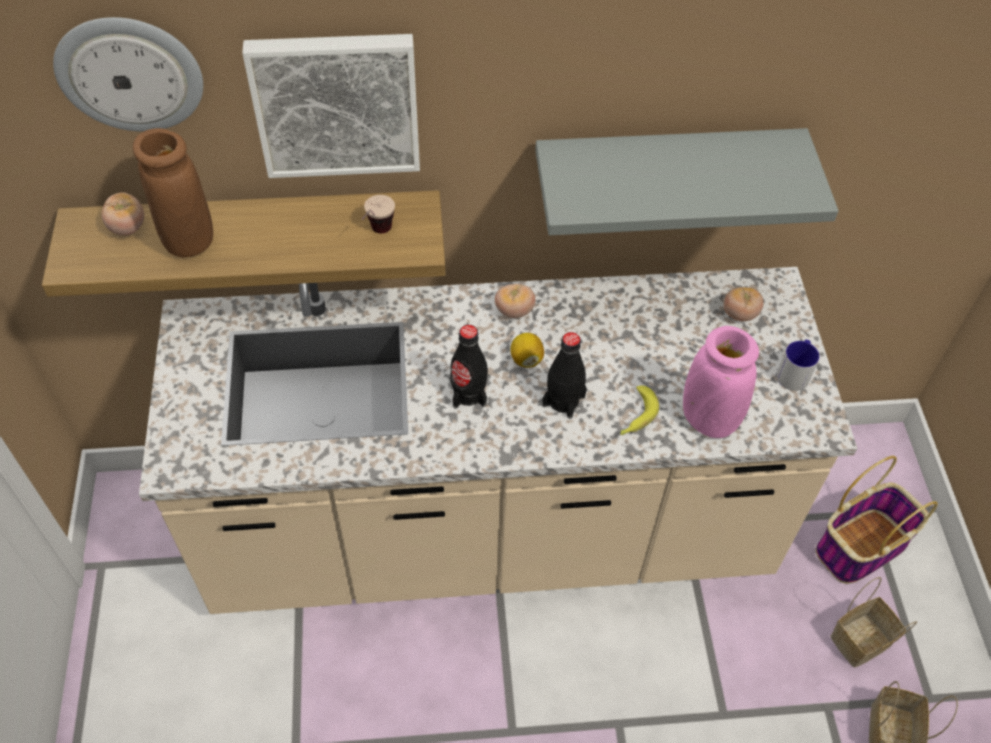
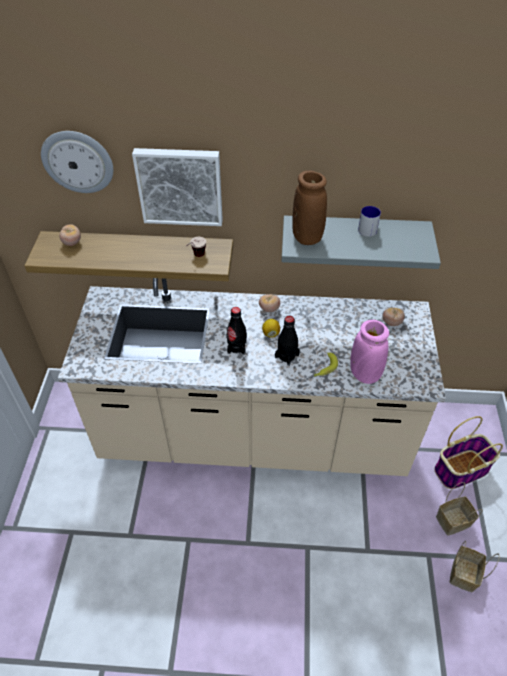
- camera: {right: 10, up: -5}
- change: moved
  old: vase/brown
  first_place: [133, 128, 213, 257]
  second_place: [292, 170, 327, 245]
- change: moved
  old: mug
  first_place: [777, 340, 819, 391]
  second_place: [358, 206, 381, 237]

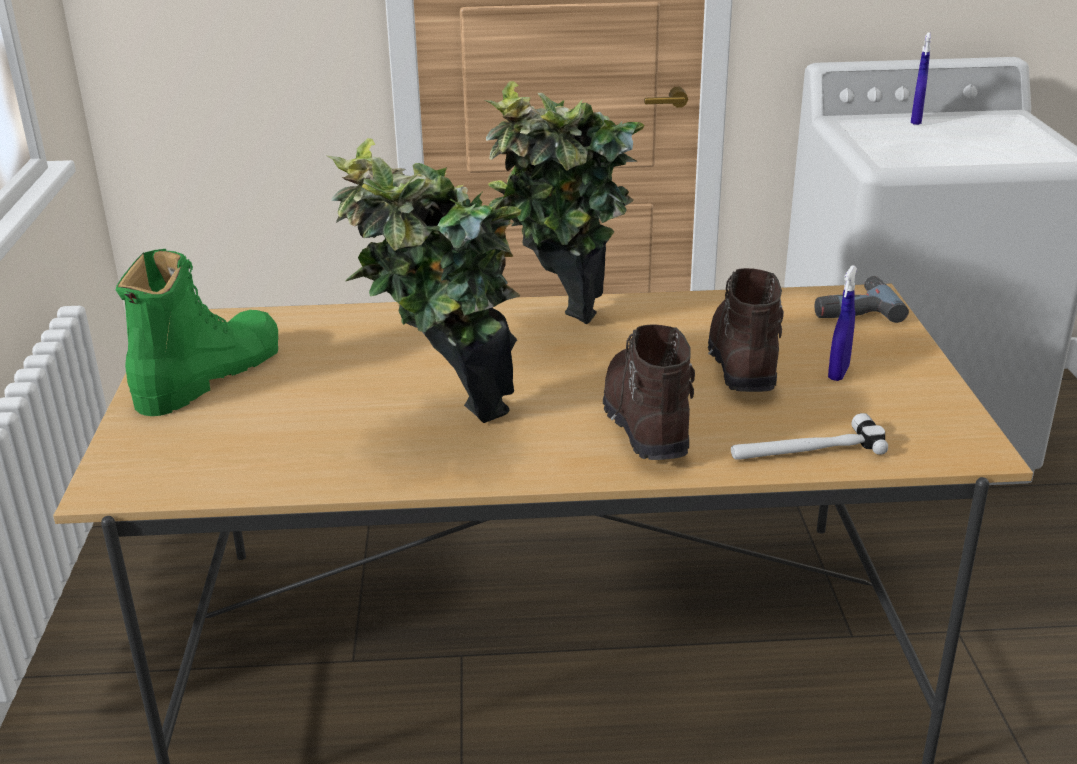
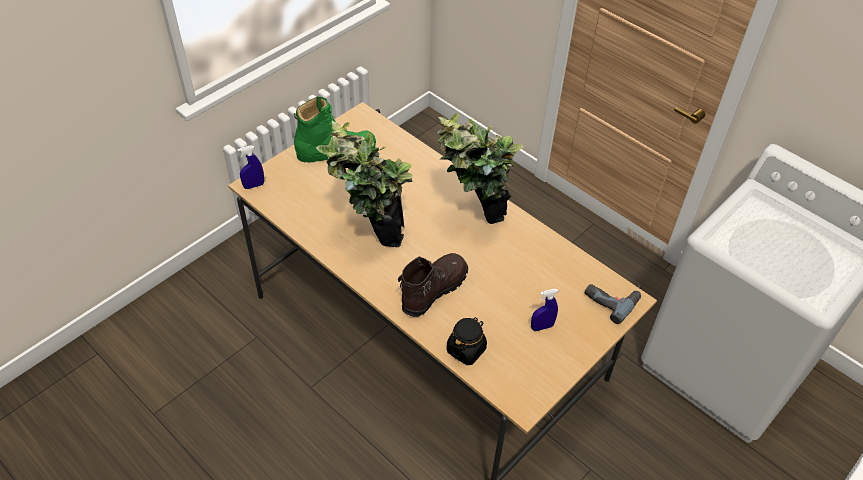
- camera: {right: 45, up: 20}
- change: removed
  old: boot/brown
  first_place: [708, 268, 784, 392]
- change: replaced
  old: hammer
  new: jar/black
  first_place: [731, 413, 888, 460]
  second_place: [447, 317, 487, 365]
- change: moved
  old: spray bottle/blue
  first_place: [911, 32, 931, 125]
  second_place: [237, 145, 264, 189]

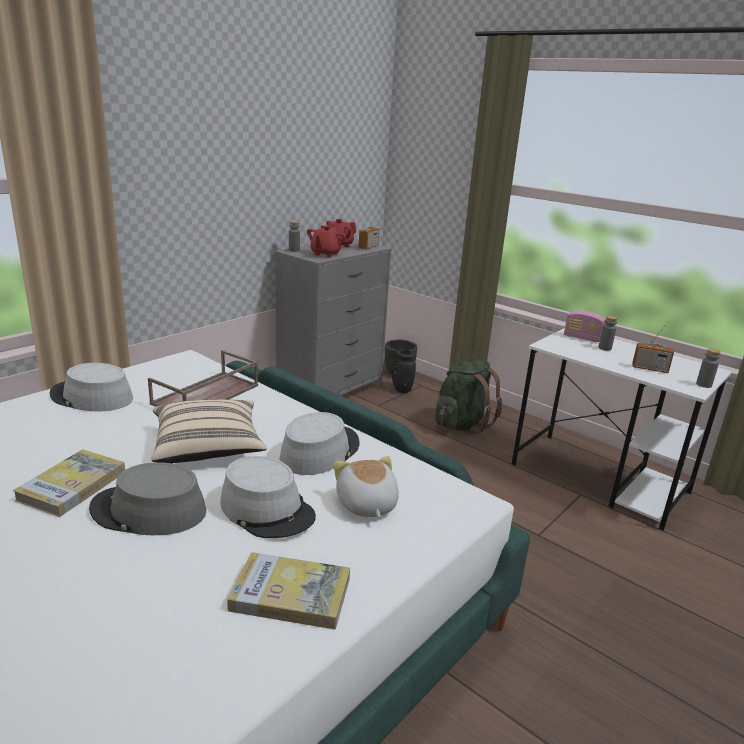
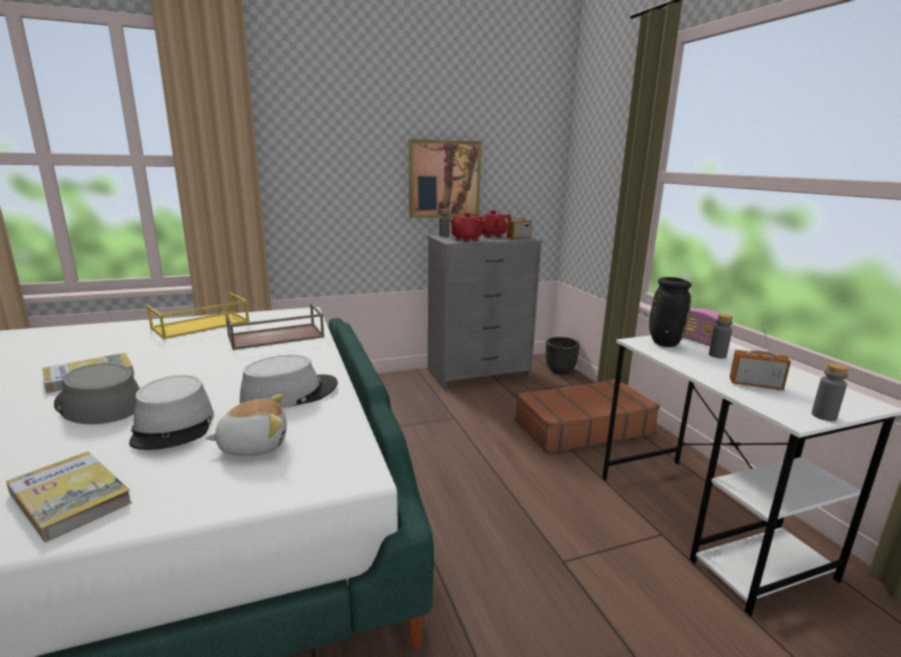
- camera: {right: 30, up: -5}
- change: replaced
  old: hat/grey
  new: tray/yellow
  first_place: [50, 363, 133, 411]
  second_place: [147, 293, 250, 339]
- change: removed
  old: pillow/beige
  first_place: [151, 399, 267, 463]
- change: turned
  old: plush toy
  first_place: [334, 456, 399, 518]
  second_place: [205, 394, 287, 456]
  degrees: 60
- change: moved
  old: vase/black
  first_place: [392, 349, 416, 393]
  second_place: [649, 277, 691, 347]
- change: replaced
  old: backpack/green
  new: suitcase/brown
  first_place: [435, 359, 502, 435]
  second_place: [515, 379, 660, 454]
- change: turned
  old: radio
  first_place: [632, 322, 674, 373]
  second_place: [730, 323, 791, 390]
  degrees: 150
- change: added
  new: picture
  second_place: [409, 139, 482, 218]

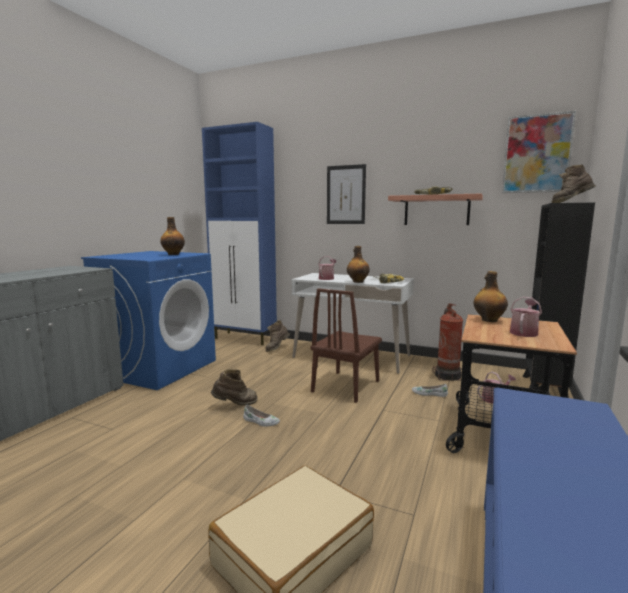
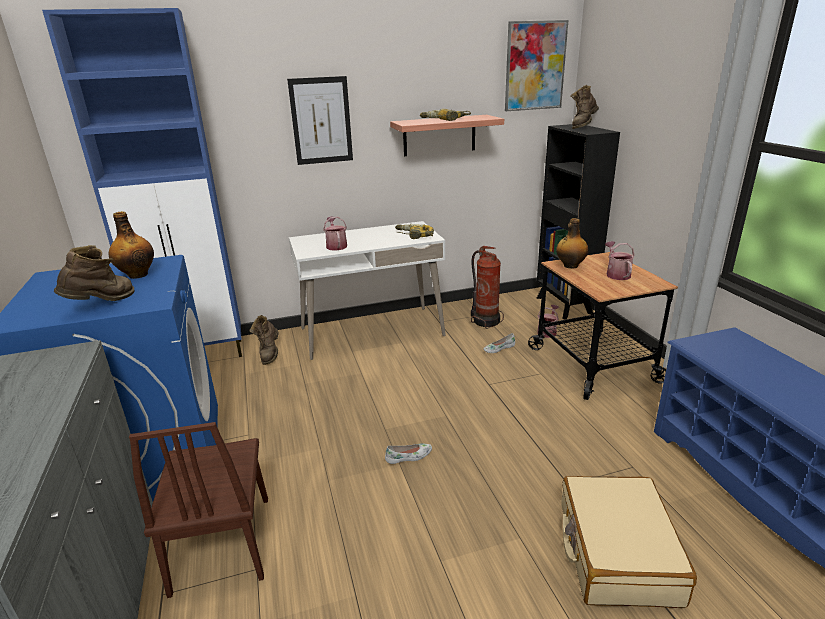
- camera: {right: -40, up: 15}
- change: moved
  old: boot/brown
  first_place: [211, 369, 258, 405]
  second_place: [54, 245, 134, 301]
- change: moved
  old: chair/brown
  first_place: [311, 288, 382, 403]
  second_place: [129, 422, 268, 598]
- change: removed
  old: bottle
  first_place: [347, 246, 370, 283]

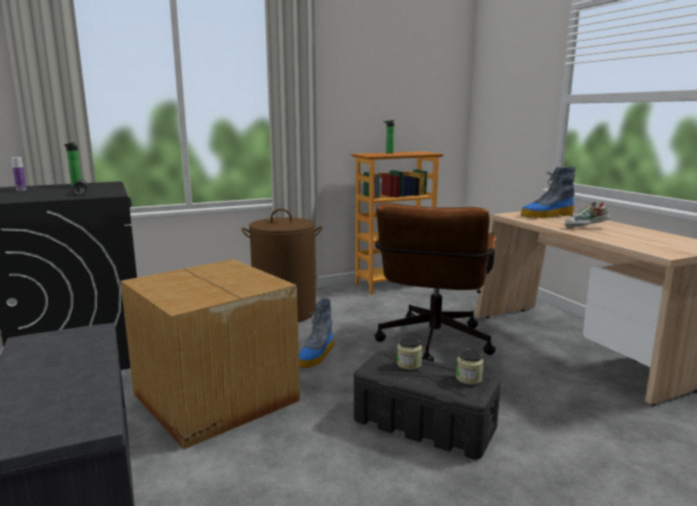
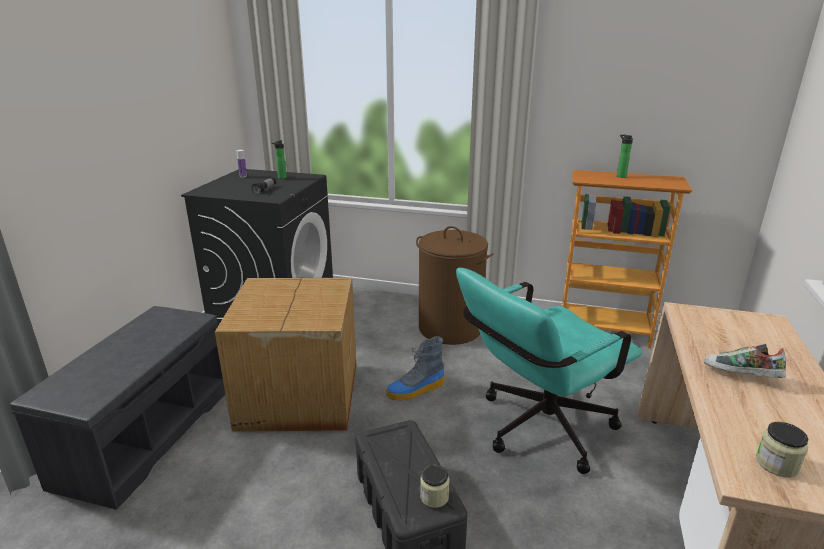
- camera: {right: 40, up: 10}
- change: recoloured
  old: office chair/brown
  new: office chair/turquoise
  first_place: [375, 203, 496, 362]
  second_place: [456, 268, 642, 474]
- change: moved
  old: jar
  first_place: [397, 336, 422, 370]
  second_place: [756, 422, 808, 477]
- change: removed
  old: boot
  first_place: [521, 167, 576, 218]

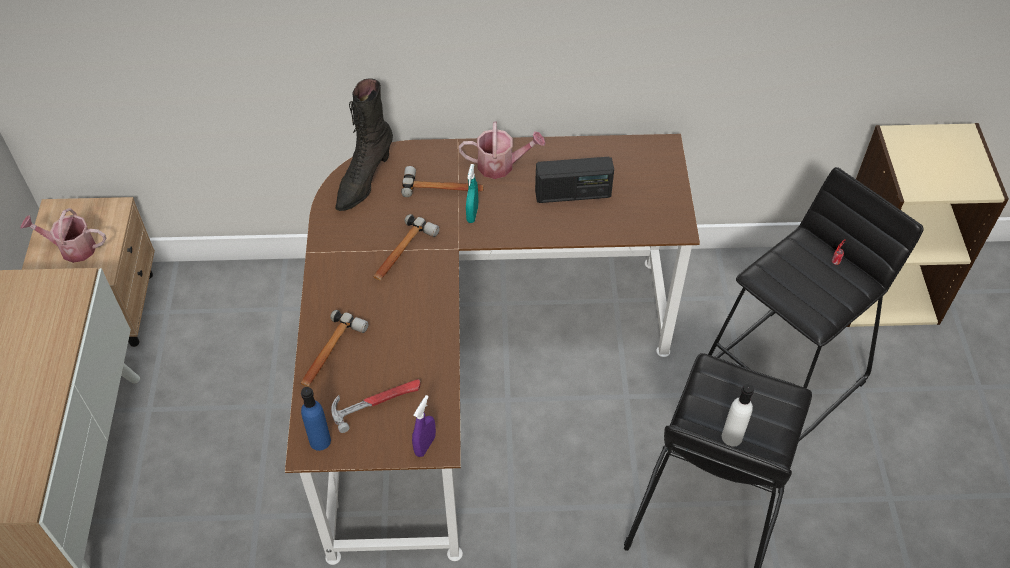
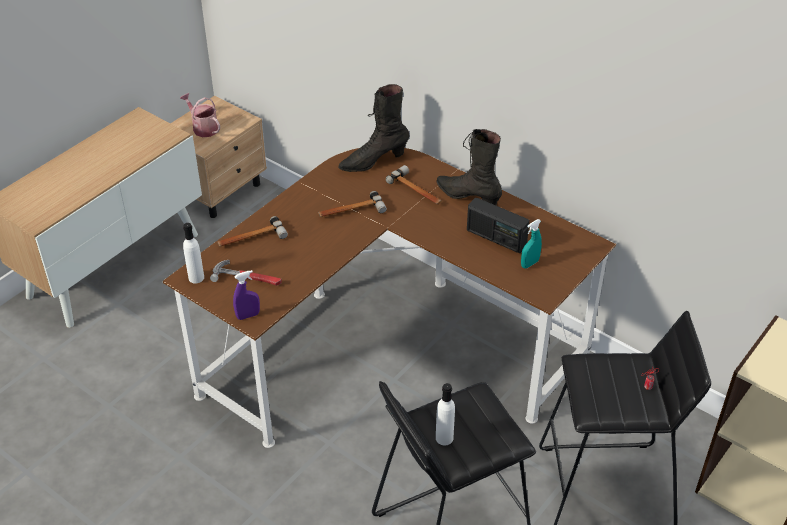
- camera: {right: 40, up: -10}
- change: recoloured
  old: bottle/blue
  new: bottle/white
  first_place: [301, 387, 331, 451]
  second_place: [183, 223, 204, 283]
- change: replaced
  old: watering can
  new: boot/black
  first_place: [459, 121, 545, 179]
  second_place: [437, 129, 502, 206]
- change: moved
  old: spray bottle/turquoise
  first_place: [466, 164, 478, 223]
  second_place: [521, 219, 542, 269]

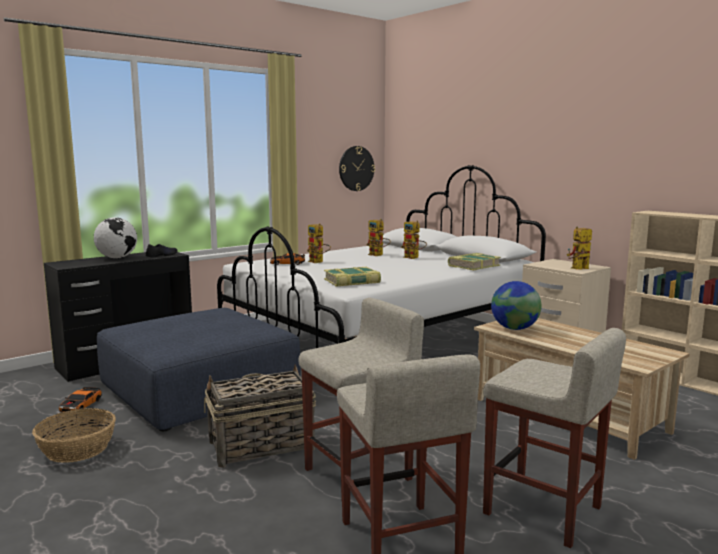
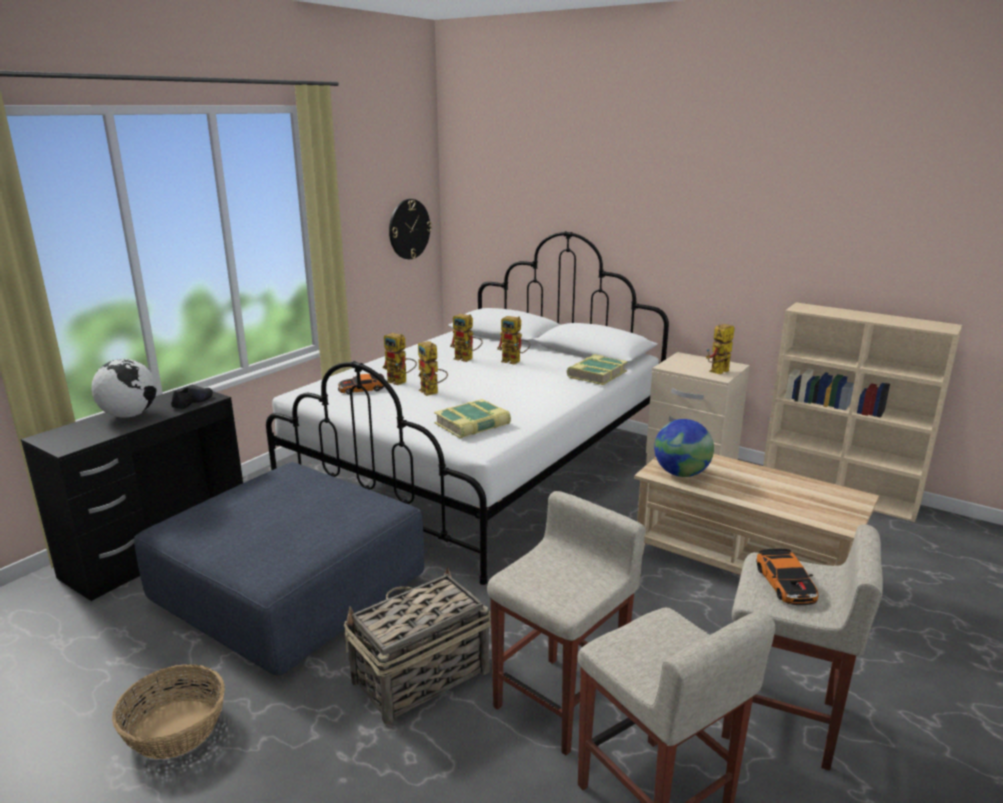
- camera: {right: -15, up: 10}
- change: moved
  old: toy car
  first_place: [59, 387, 102, 413]
  second_place: [756, 549, 819, 605]
- change: added
  new: toy robot
  second_place: [418, 341, 448, 396]

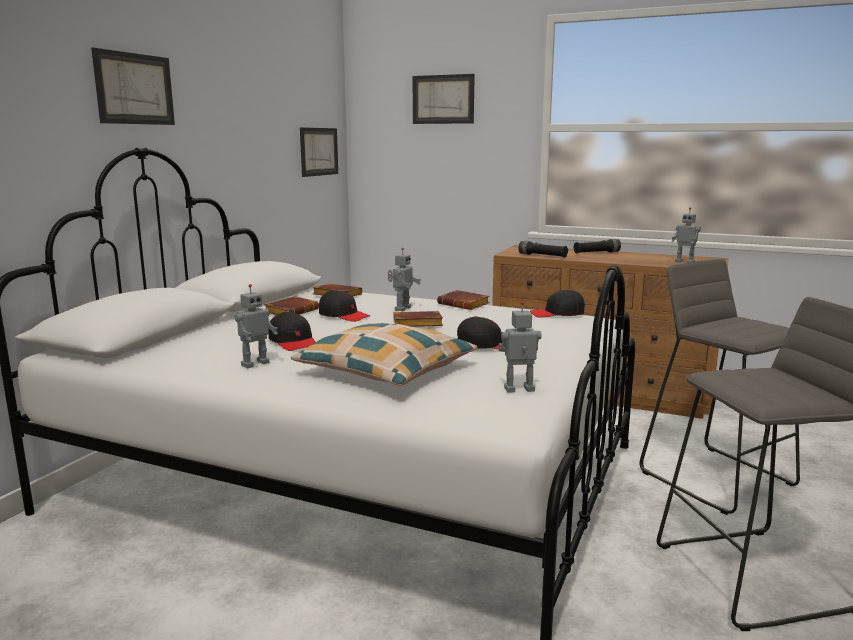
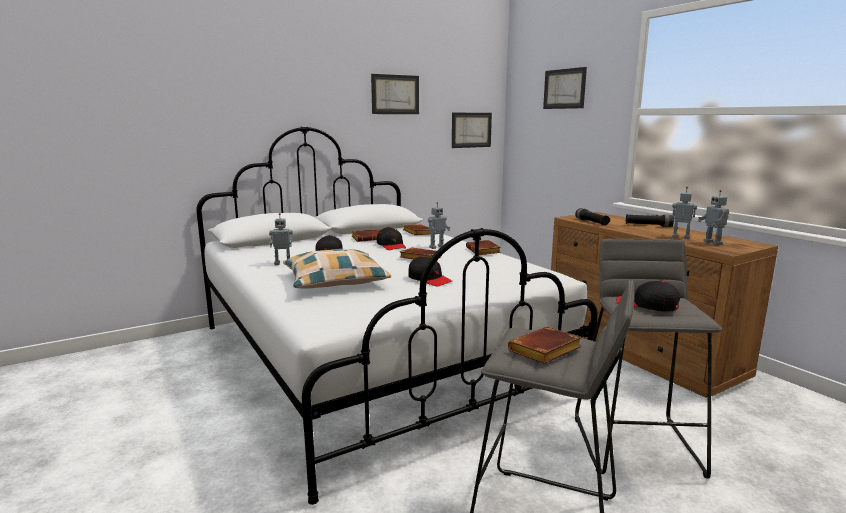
- camera: {right: 35, up: 0}
- change: moved
  old: picture
  first_place: [91, 48, 175, 125]
  second_place: [371, 74, 419, 114]
- change: moved
  old: toy robot
  first_place: [499, 301, 541, 393]
  second_place: [672, 187, 697, 239]
- change: moved
  old: cap/black
  first_place: [530, 289, 585, 318]
  second_place: [616, 281, 680, 312]
- change: added
  new: book/brown
  second_place: [508, 327, 582, 364]

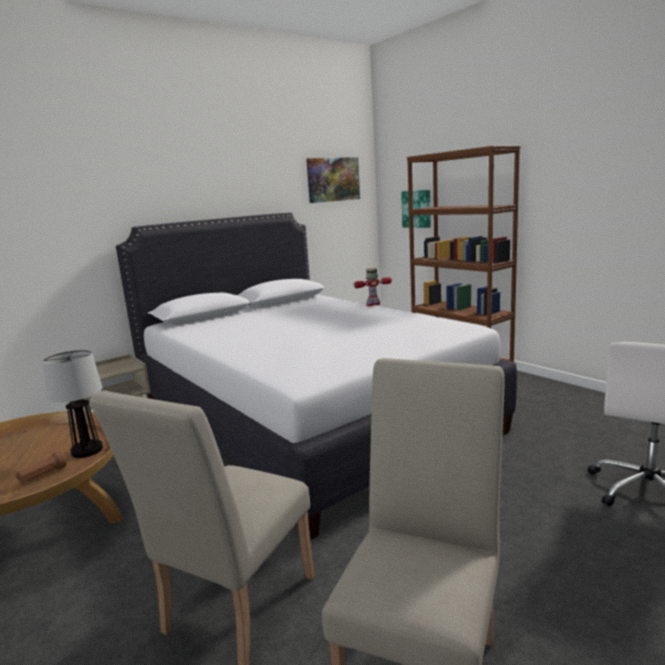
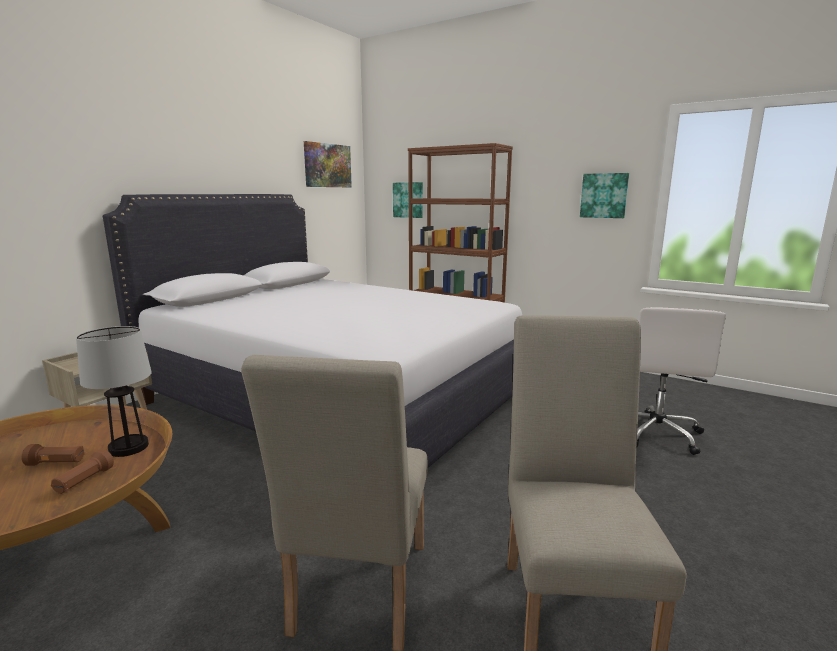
- camera: {right: -20, up: 0}
- change: removed
  old: toy robot
  first_place: [354, 268, 392, 306]
- change: added
  new: flashlight/brown
  second_place: [21, 444, 84, 466]
- change: added
  new: picture
  second_place: [580, 173, 629, 218]

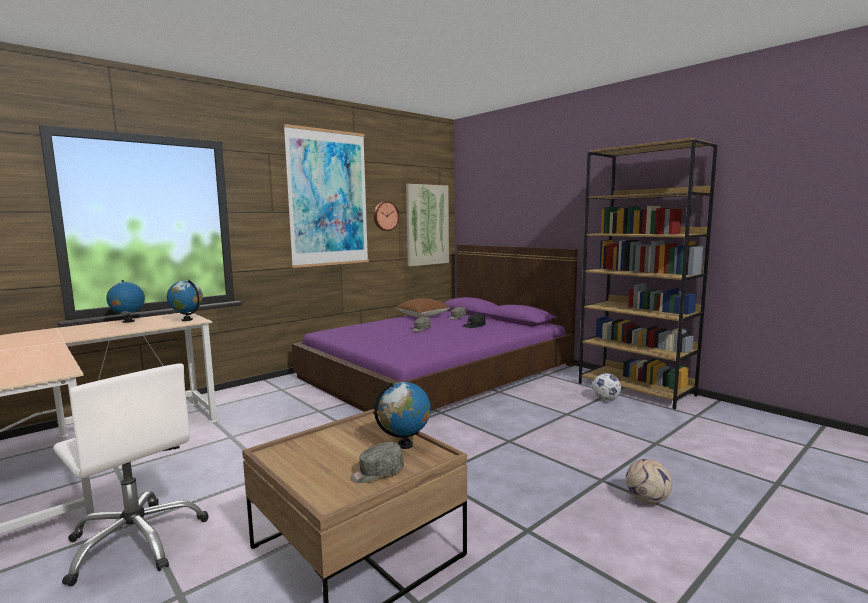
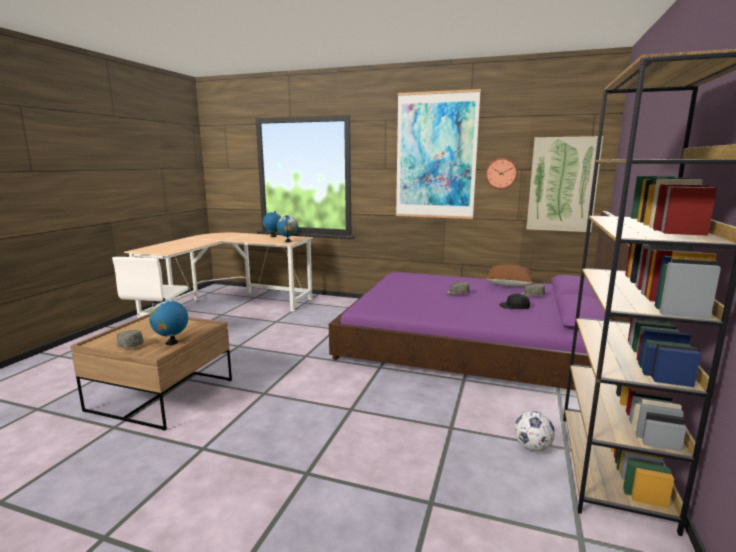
- camera: {right: 60, up: 5}
- change: removed
  old: football
  first_place: [626, 459, 672, 504]

